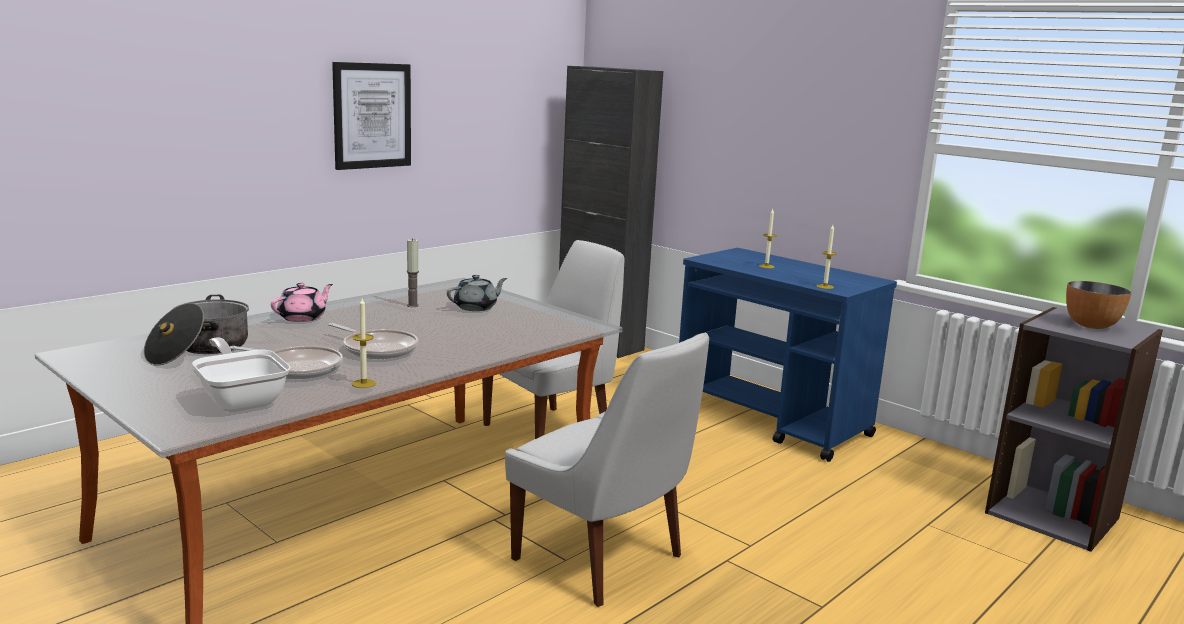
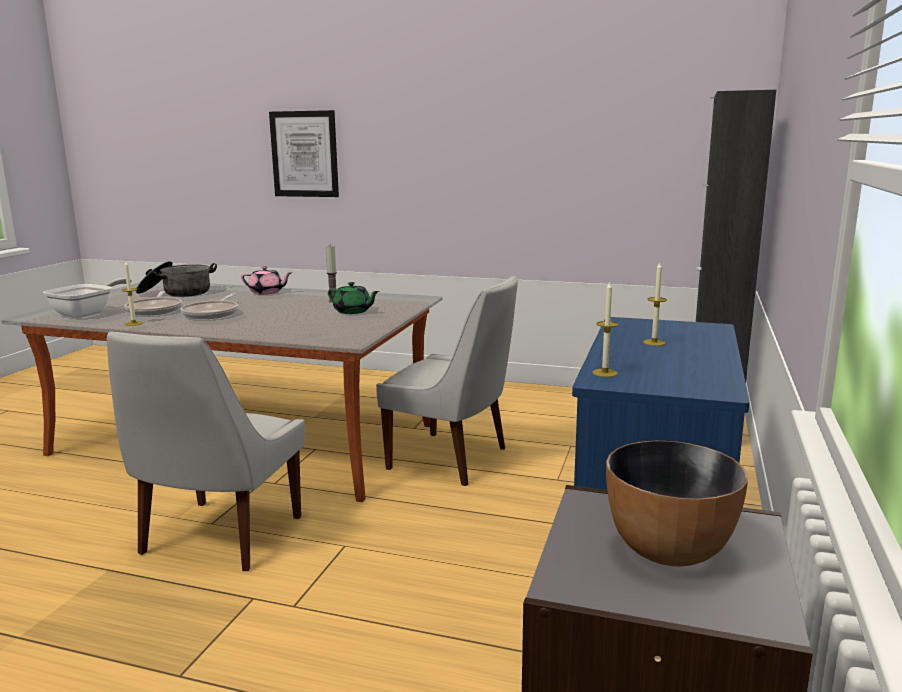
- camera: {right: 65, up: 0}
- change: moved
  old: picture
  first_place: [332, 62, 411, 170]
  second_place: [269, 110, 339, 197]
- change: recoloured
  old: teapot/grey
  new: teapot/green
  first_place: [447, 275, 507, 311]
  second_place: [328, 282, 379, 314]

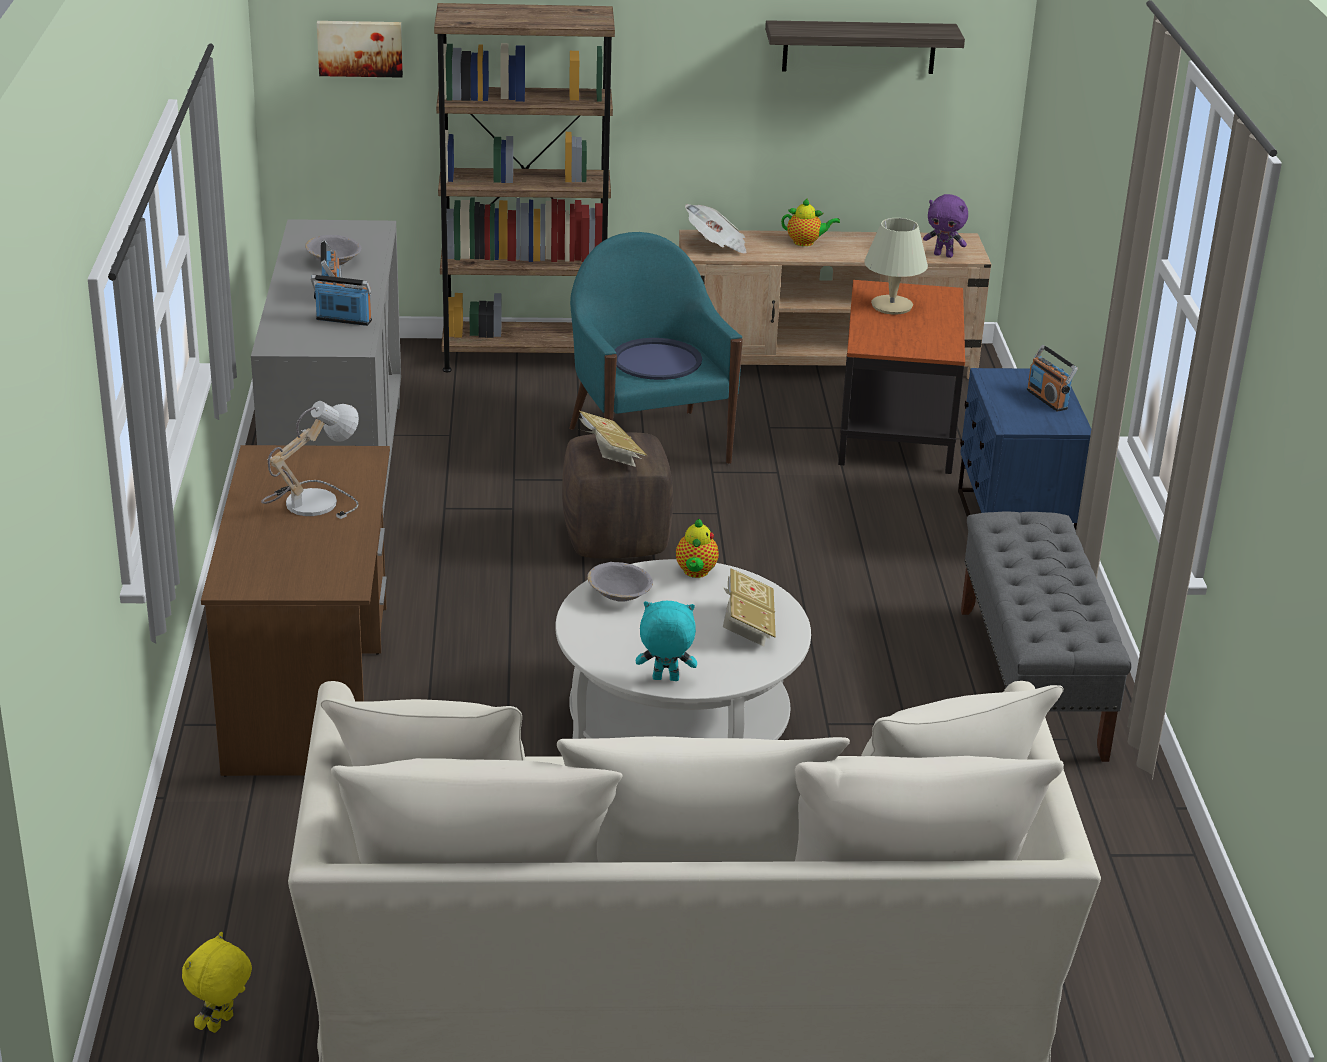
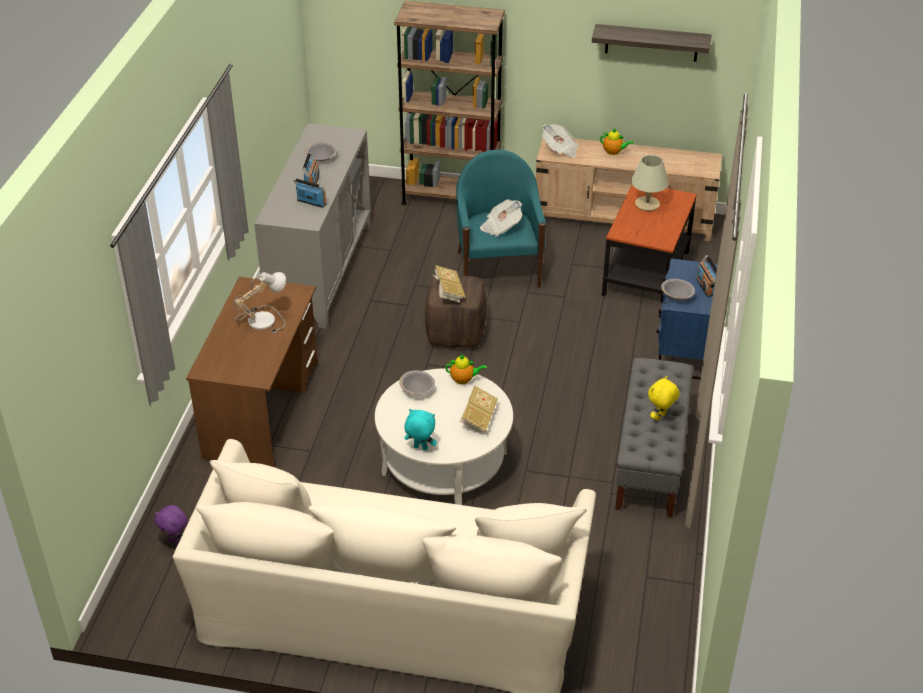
- camera: {right: 15, up: 10}
- change: moved
  old: plush toy/yellow
  first_place: [182, 932, 252, 1033]
  second_place: [648, 376, 680, 421]
- change: removed
  old: picture
  first_place: [317, 21, 403, 78]
- change: replaced
  old: tray/blue
  new: newspaper
  first_place: [615, 338, 702, 380]
  second_place: [480, 200, 522, 237]
- change: turned
  old: teapot
  first_place: [676, 518, 719, 578]
  second_place: [445, 354, 487, 384]
  degrees: -105
- change: moved
  old: plush toy/purple
  first_place: [923, 194, 968, 258]
  second_place: [154, 505, 188, 547]
- change: added
  new: bowl/grey
  second_place: [661, 279, 695, 300]

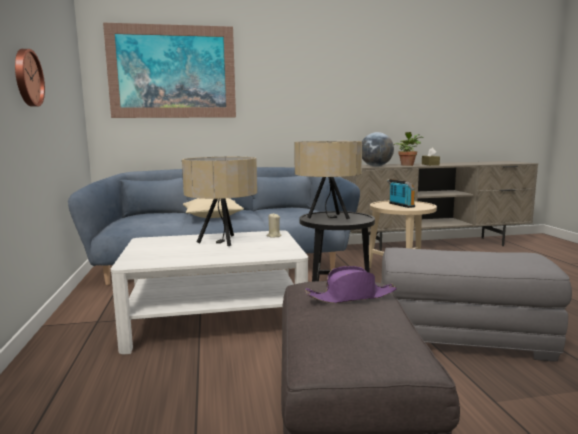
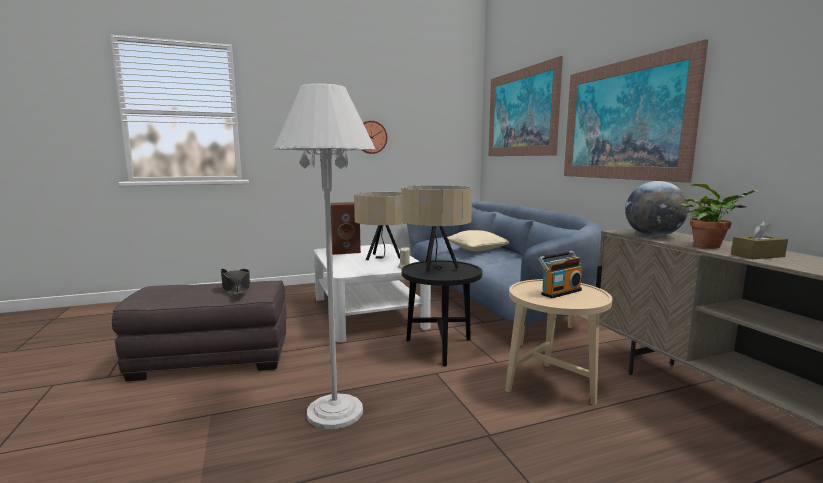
- camera: {right: 80, up: 0}
- change: recoloured
  old: hat/purple
  new: hat/black
  first_place: [305, 266, 397, 303]
  second_place: [221, 269, 251, 295]
- change: replaced
  old: ottoman/grey
  new: floor lamp/white
  first_place: [381, 248, 572, 362]
  second_place: [273, 83, 376, 429]
- change: added
  new: speaker/brown
  second_place: [330, 202, 361, 255]
- change: added
  new: picture
  second_place: [564, 39, 708, 183]

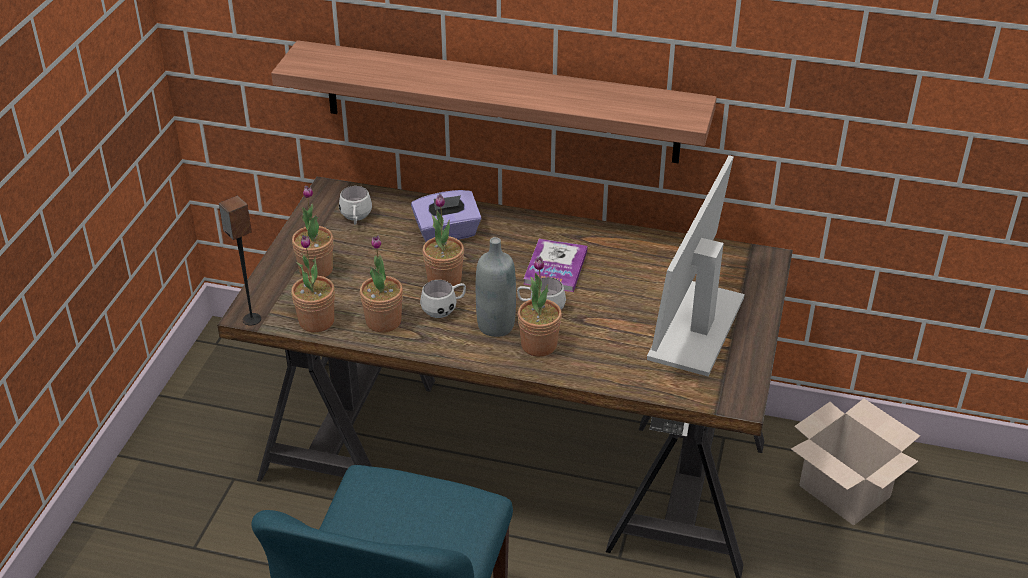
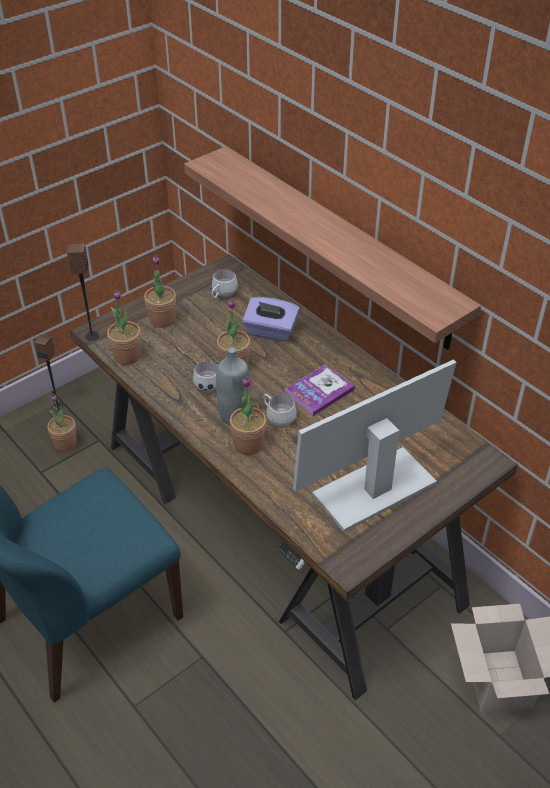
- camera: {right: 35, up: 5}
- change: moved
  old: potted plant
  first_place: [360, 236, 403, 333]
  second_place: [47, 394, 77, 452]
- change: added
  new: speaker
  second_place: [34, 335, 64, 410]

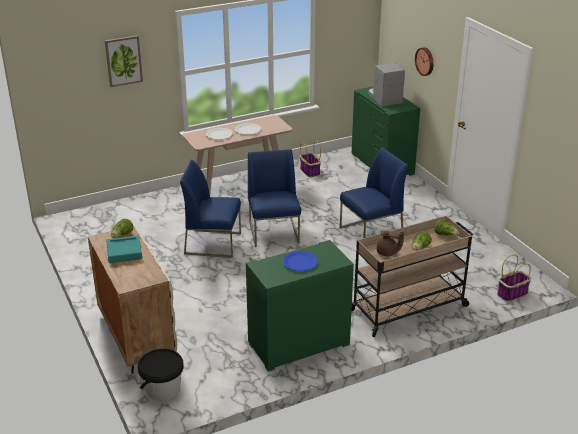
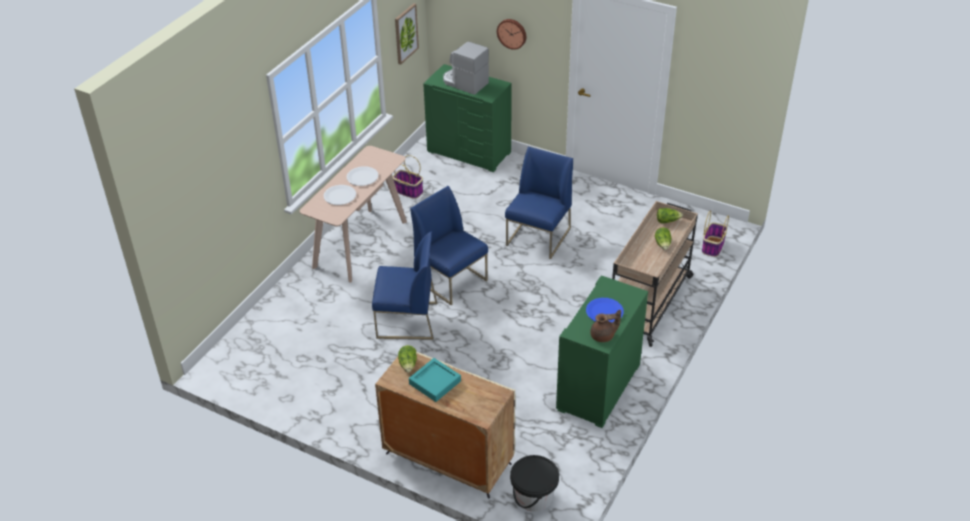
- camera: {right: -35, up: 10}
- change: moved
  old: picture
  first_place: [105, 35, 143, 87]
  second_place: [395, 3, 419, 65]
- change: turned
  old: chair/blue
  first_place: [180, 160, 241, 258]
  second_place: [372, 232, 437, 340]
  degrees: -150
- change: moved
  old: teapot/brown
  first_place: [377, 231, 404, 256]
  second_place: [590, 310, 621, 342]

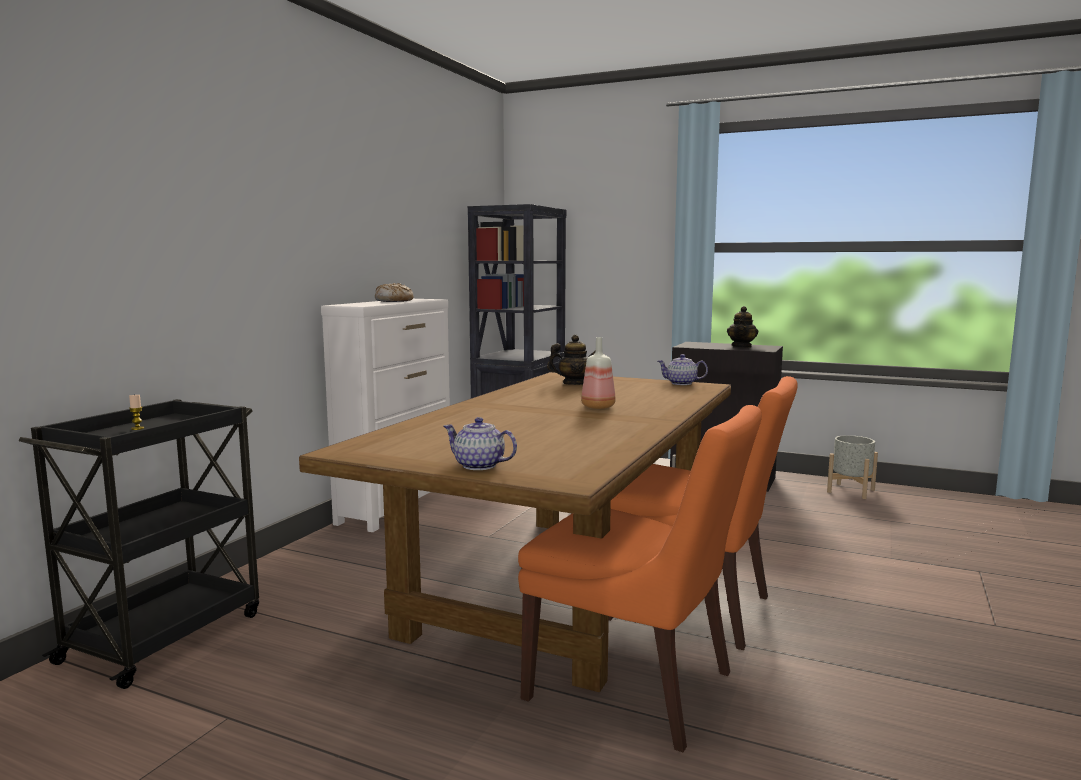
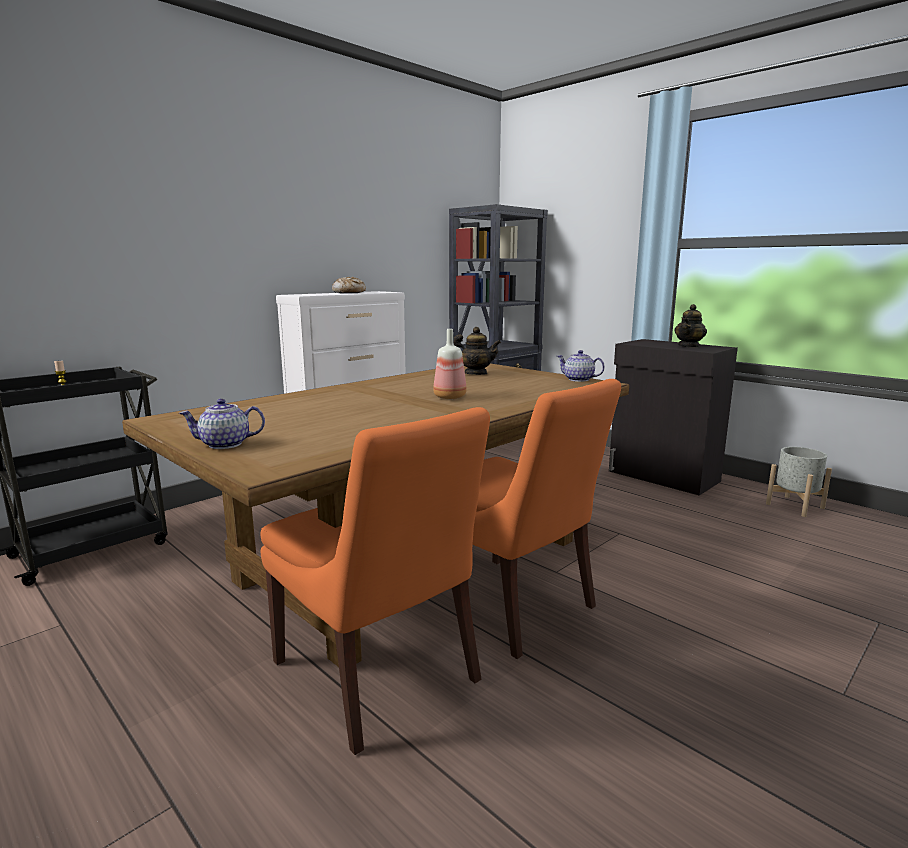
- camera: {right: 20, up: 5}
- change: turned
  old: teapot
  first_place: [443, 417, 517, 470]
  second_place: [179, 399, 265, 449]
  degrees: -60

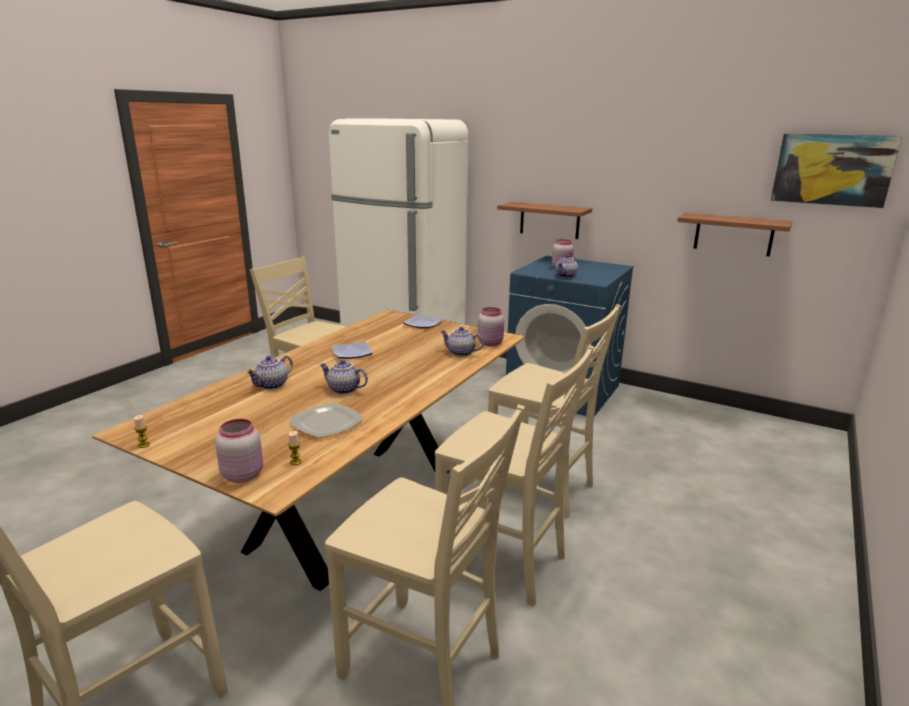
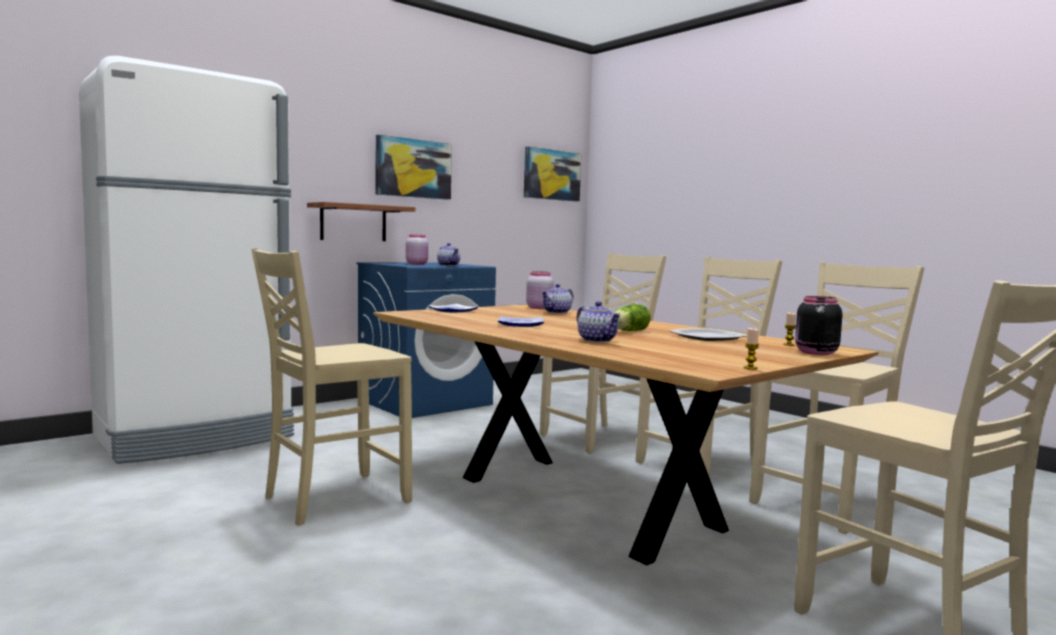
- camera: {right: -70, up: -15}
- change: recoloured
  old: jar/pink
  new: jar/black
  first_place: [215, 419, 263, 483]
  second_place: [795, 296, 842, 355]
- change: replaced
  old: teapot
  new: lettuce
  first_place: [319, 360, 368, 394]
  second_place: [614, 304, 651, 331]
- change: removed
  old: shelf
  first_place: [677, 213, 792, 257]
- change: added
  new: picture
  second_place: [375, 135, 452, 200]

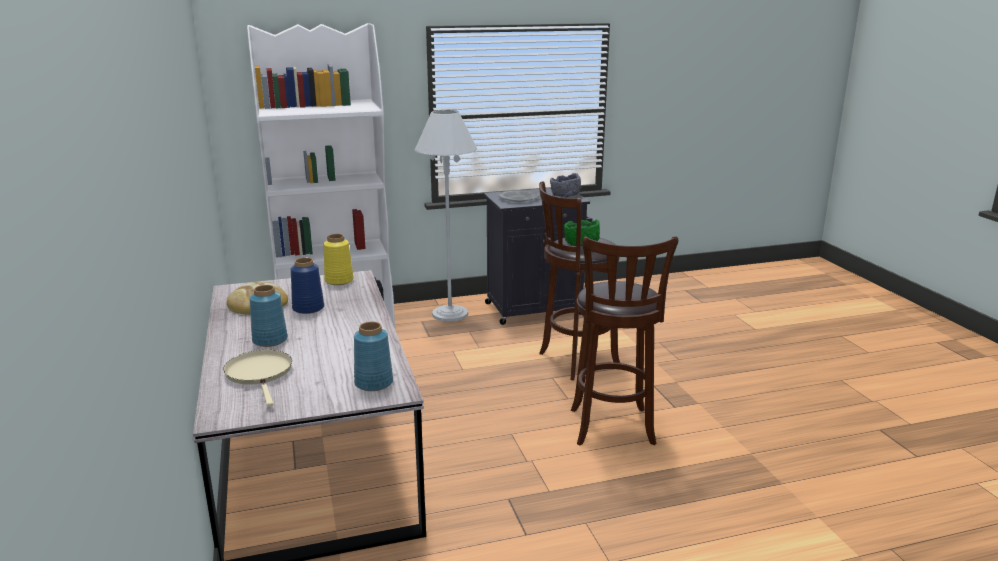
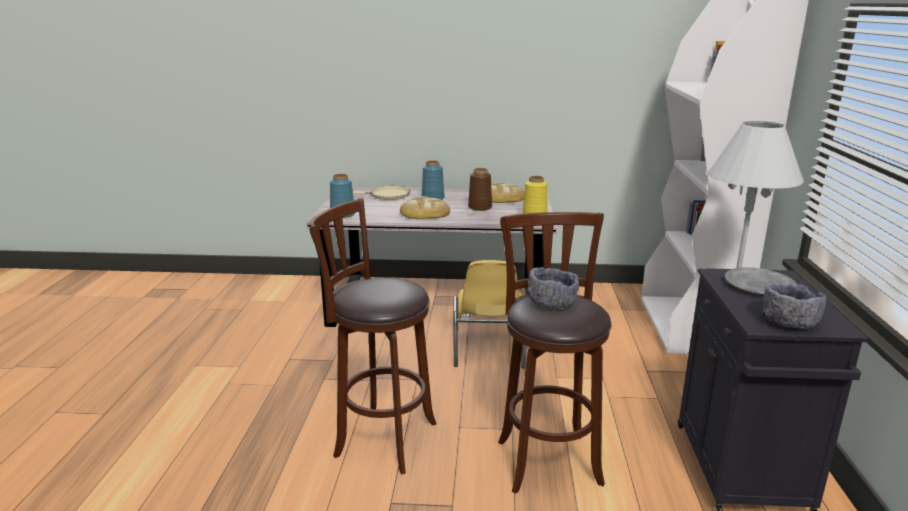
- camera: {right: 110, up: 0}
- change: recoloured
  old: vase/blue
  new: vase/brown
  first_place: [291, 257, 324, 314]
  second_place: [468, 168, 492, 211]
- change: recoloured
  old: bowl/green
  new: bowl/grey
  first_place: [564, 219, 600, 246]
  second_place: [527, 267, 579, 310]
- change: added
  new: bread
  second_place: [400, 196, 450, 219]
- change: added
  new: chair/yellow
  second_place: [453, 260, 526, 369]

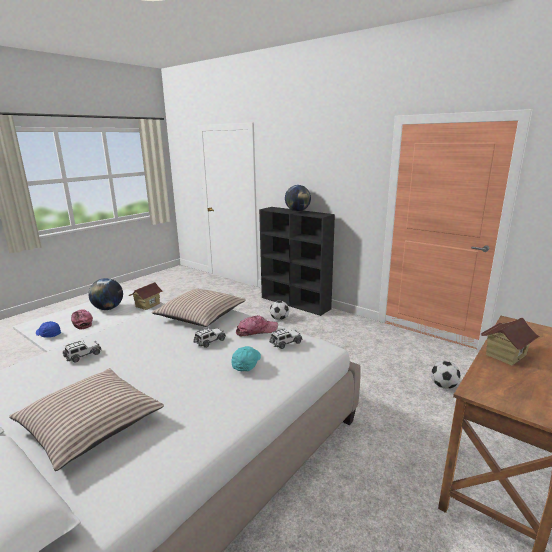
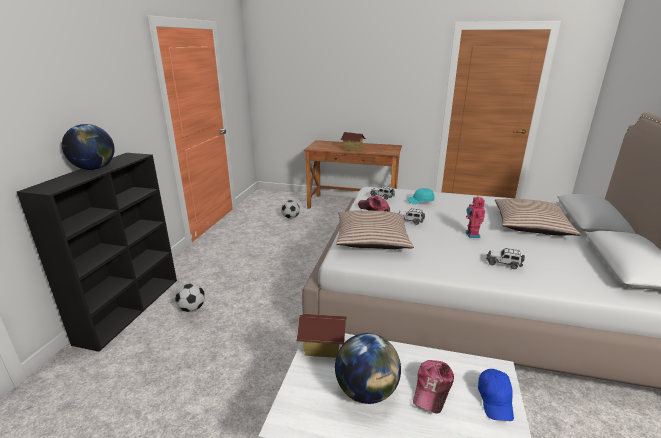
- camera: {right: -115, up: 5}
- change: added
  new: toy robot
  second_place: [466, 195, 485, 238]

